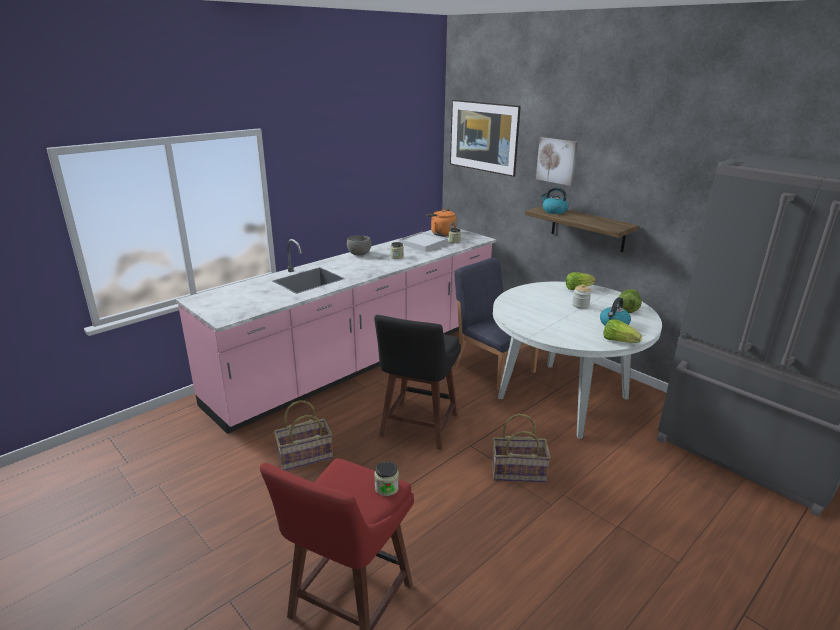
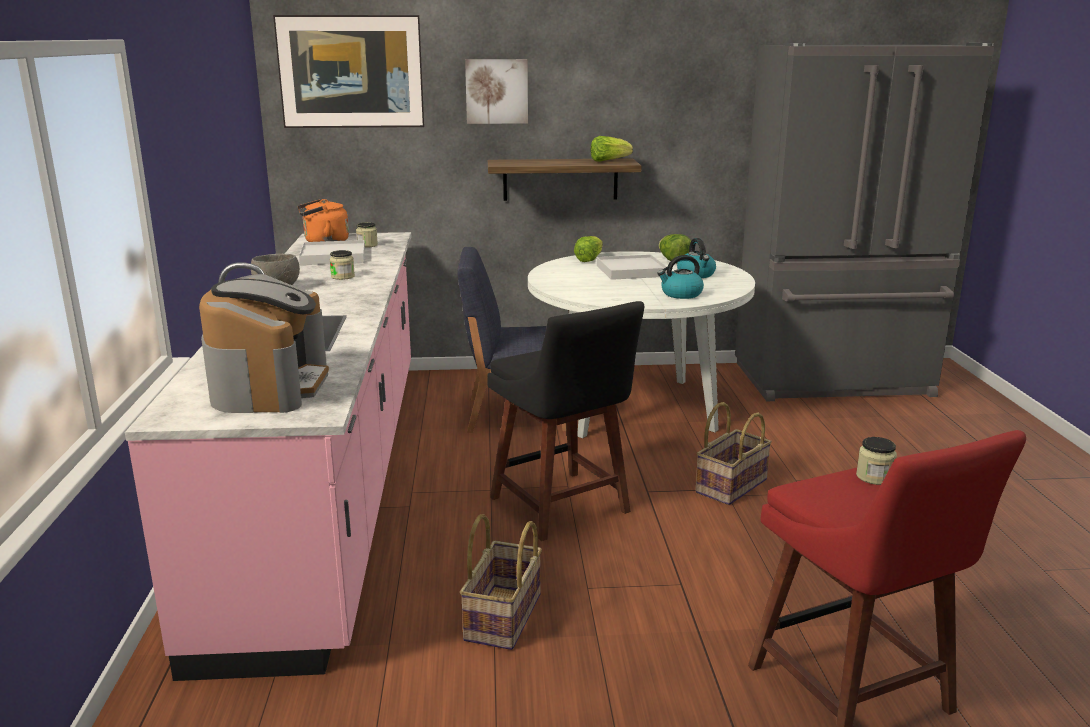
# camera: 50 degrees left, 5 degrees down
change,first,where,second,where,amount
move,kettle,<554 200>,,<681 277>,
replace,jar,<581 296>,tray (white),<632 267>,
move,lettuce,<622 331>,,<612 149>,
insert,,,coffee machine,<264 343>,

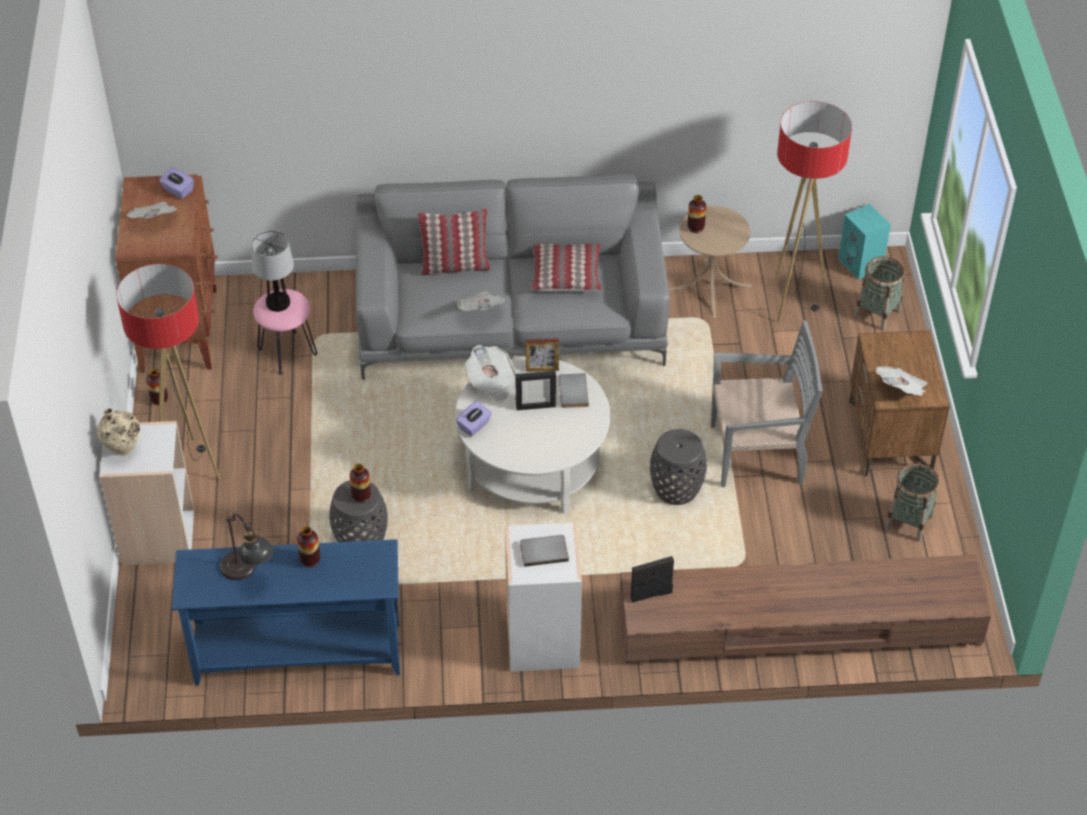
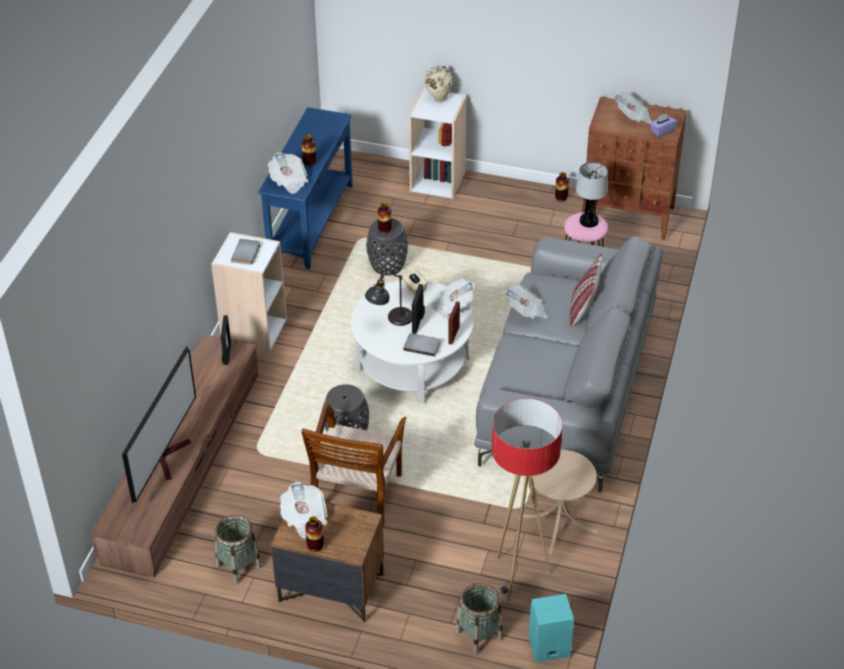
# camera: 110 degrees right, 5 degrees down
change,first,where,second,where,amount
move,vase,<696 214>,,<314 534>,
delete,pillow,<566 268>,,,
delete,floor lamp,<168 372>,,,
recolor,armchair (grey),<767 404>,armchair (brown),<354 464>,
recolor,tissue box (purple),<474 418>,tissue box (beige),<415 282>,
move,table lamp (grey),<247 546>,,<388 297>,
insert,,,newspaper,<288 173>,
insert,,,television,<159 424>,

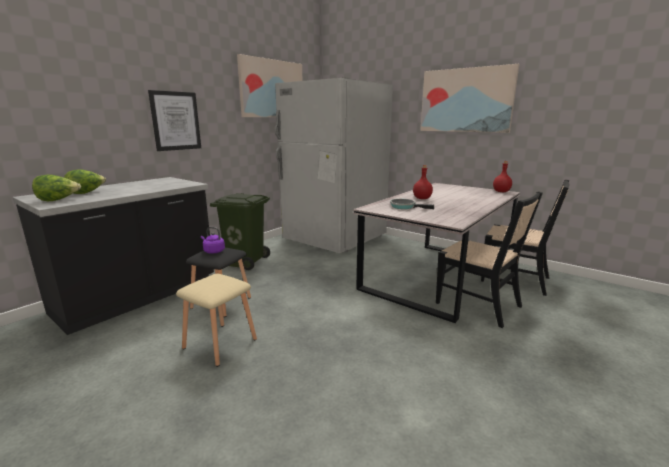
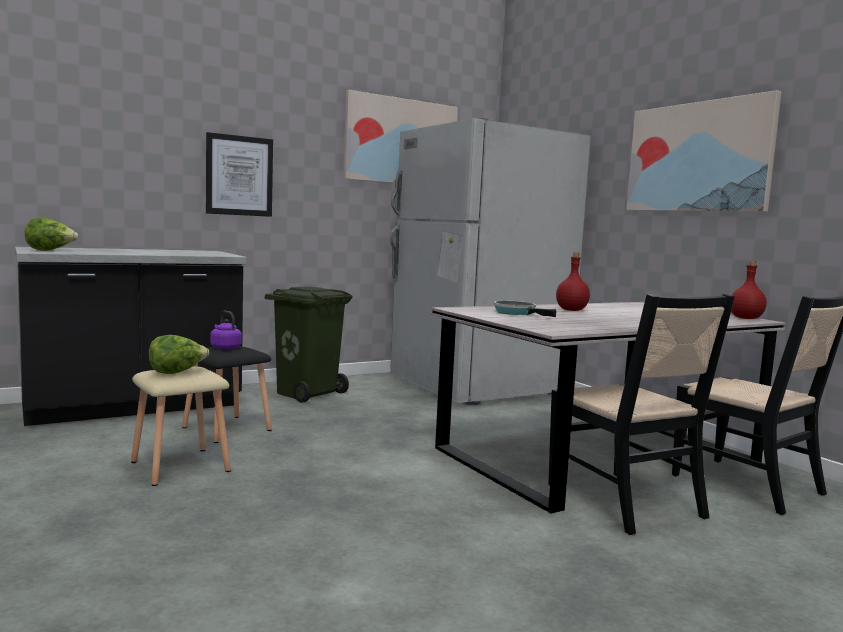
# camera: 20 degrees right, 10 degrees down
change,first,where,second,where,amount
move,lettuce,<85 181>,,<179 354>,

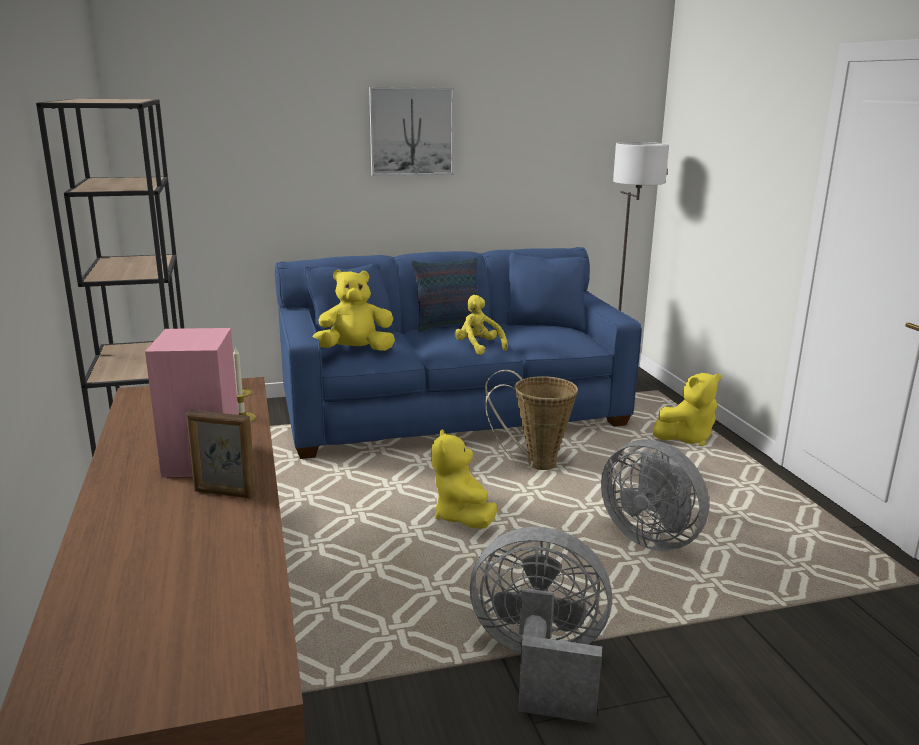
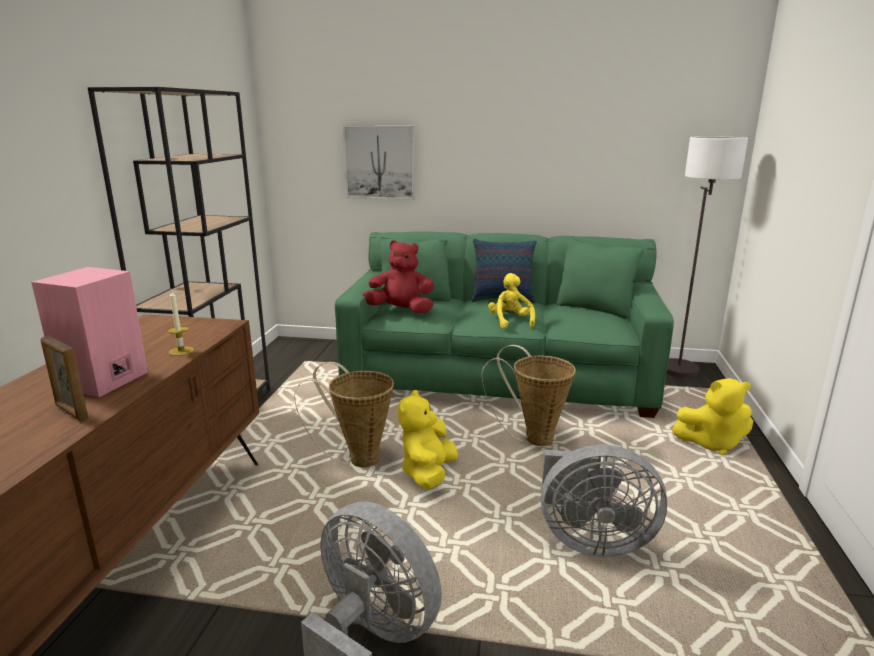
# camera: 25 degrees right, 0 degrees up
change,first,where,second,where,amount
move,picture,<411 131>,,<379 163>,
recolor,sofa (blue),<458 353>,sofa (green),<504 324>,
recolor,plush toy (yellow),<353 310>,plush toy (red),<398 277>,
rotate,fan (grey),<655 495>,,<604 501>,60 degrees counterclockwise
insert,,,basket,<344 414>,

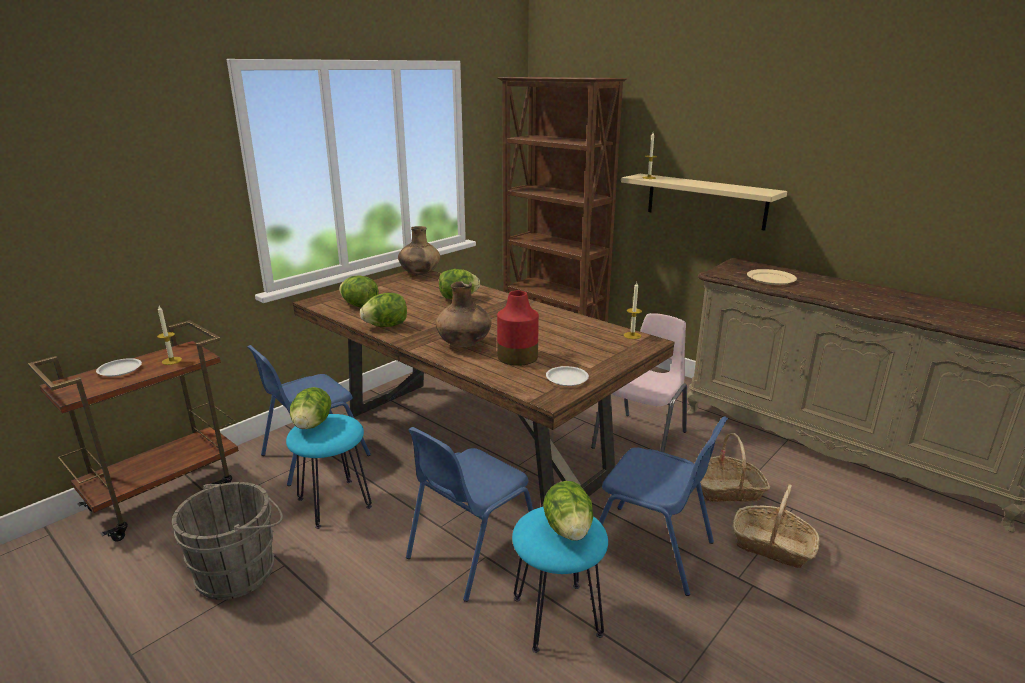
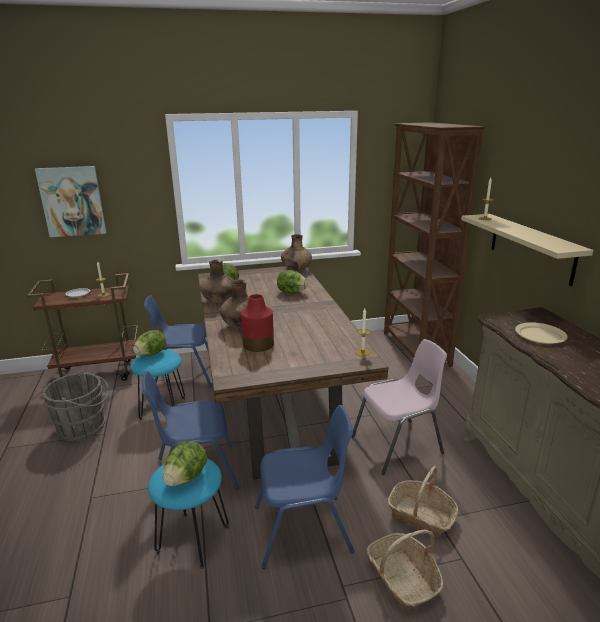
# camera: 35 degrees right, 0 degrees up
change,first,where,second,where,amount
replace,lettuce,<383 310>,vase (brown),<217 281>,
delete,plate (white),<567 376>,,,
rotate,chair (blue),<663 506>,,<304 487>,75 degrees counterclockwise
insert,,,picture,<71 201>,

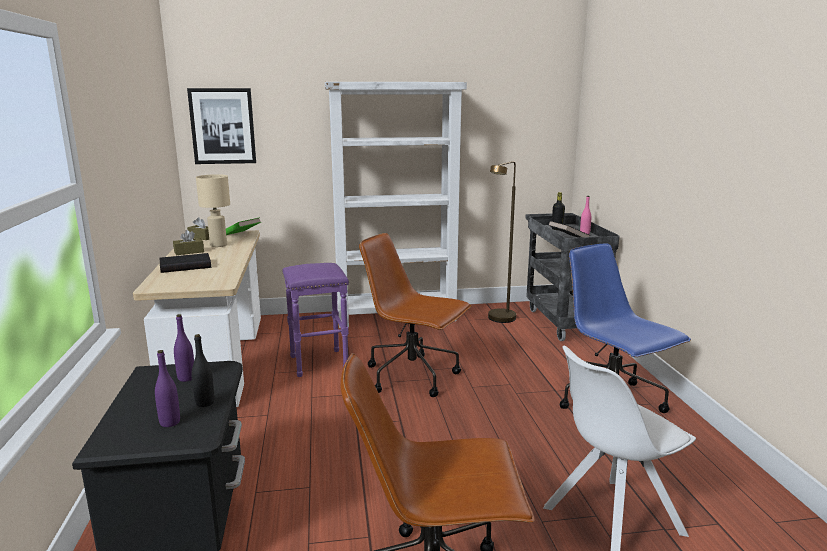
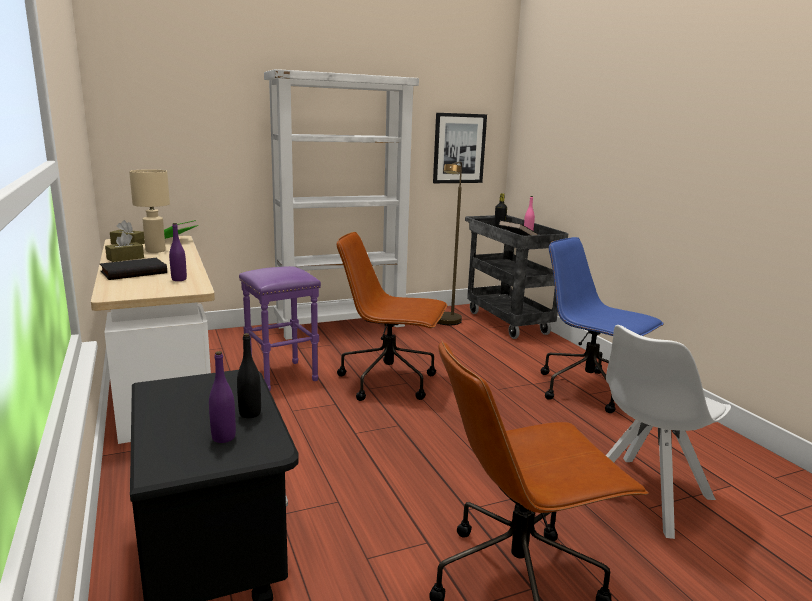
# camera: 15 degrees left, 0 degrees up
change,first,where,second,where,amount
move,picture,<221 126>,,<460 148>,
move,bottle (purple),<184 348>,,<178 252>,

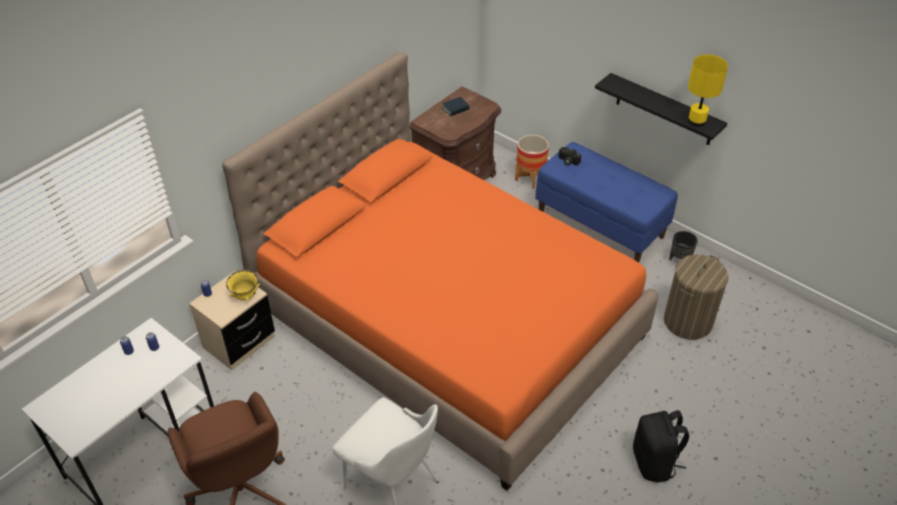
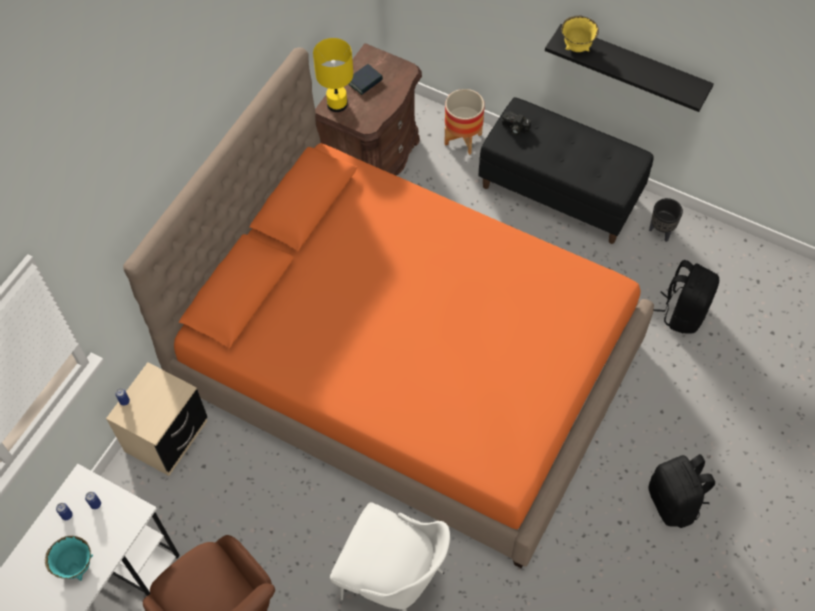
# camera: 10 degrees left, 15 degrees up
change,first,where,second,where,amount
move,table lamp (yellow),<708 90>,,<333 75>,
recolor,bench (blue),<606 202>,bench (black),<566 170>,
replace,laundry basket,<696 297>,backpack (black),<686 297>,
move,bowl (yellow),<243 285>,,<580 33>,
insert,,,bowl (turquoise),<69 558>,

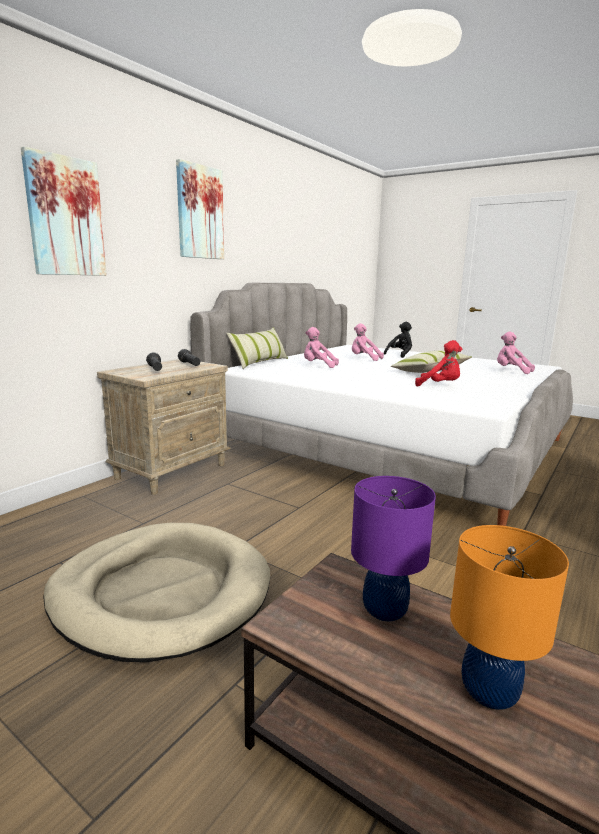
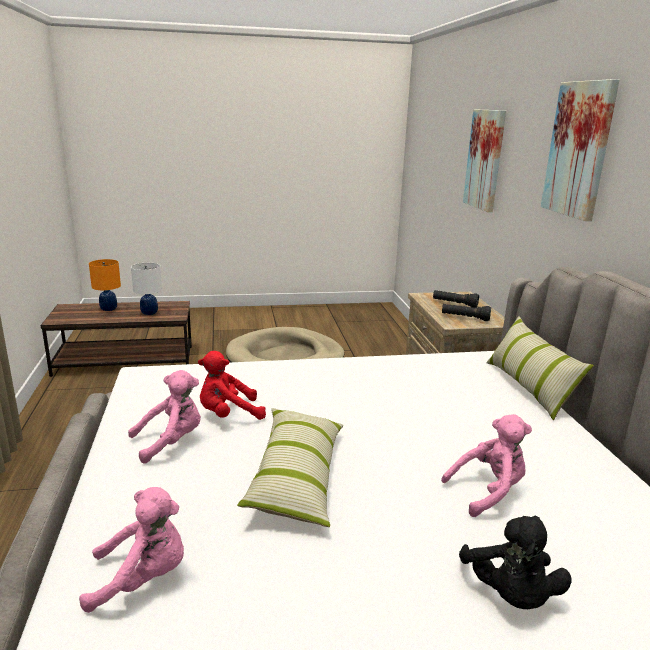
# camera: 135 degrees right, 5 degrees up
change,first,where,second,where,amount
move,plush toy (pink),<321 347>,,<164 417>,
recolor,table lamp (purple),<393 548>,table lamp (white),<146 289>,

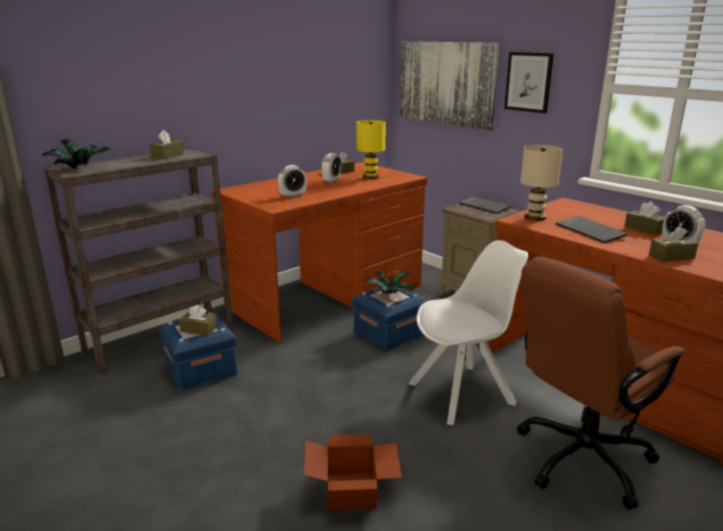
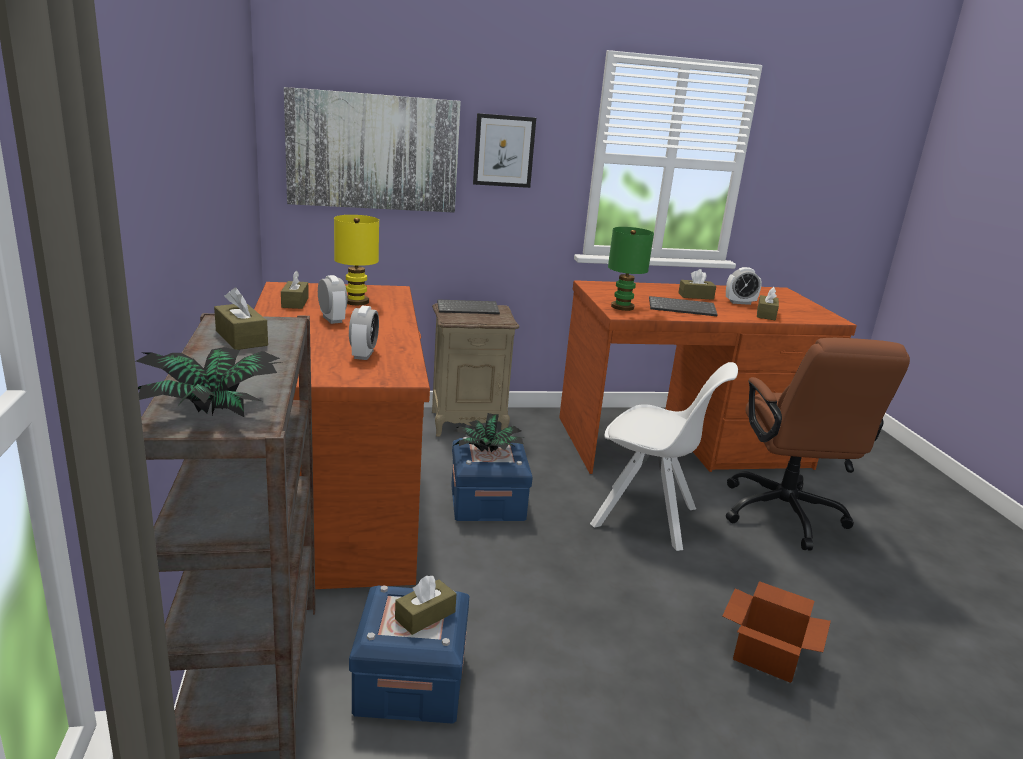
# camera: 60 degrees left, 0 degrees up
change,first,where,second,where,amount
recolor,table lamp (beige),<541 183>,table lamp (green),<631 269>,
rotate,chair (white),<468 332>,,<664 456>,105 degrees clockwise

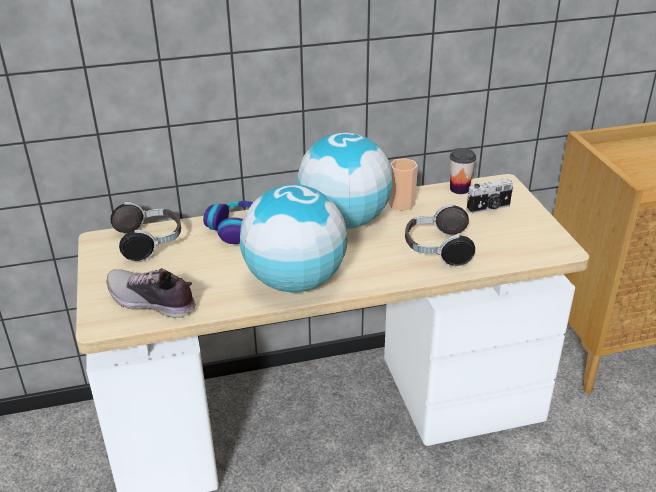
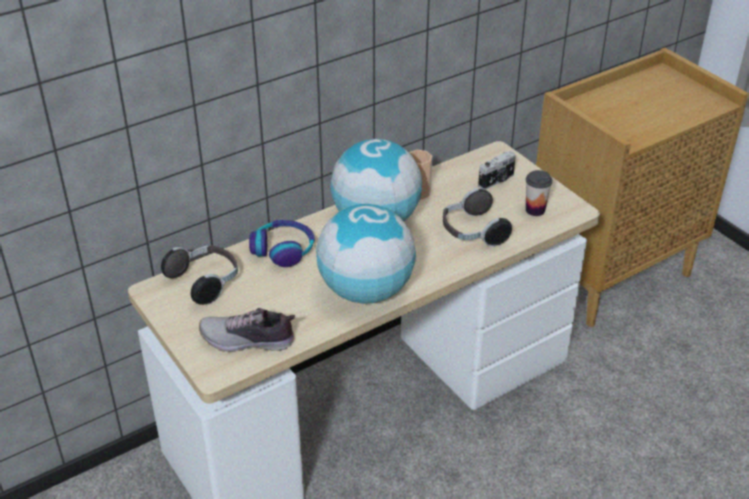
# camera: 20 degrees left, 5 degrees up
change,first,where,second,where,amount
move,cup,<463 171>,,<539 193>,

